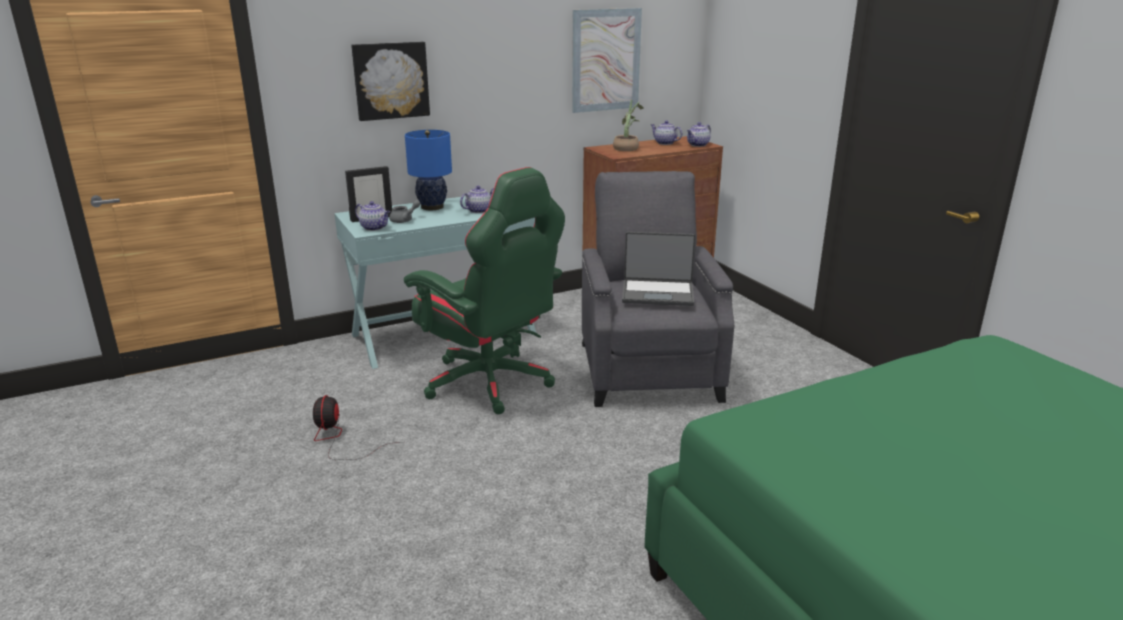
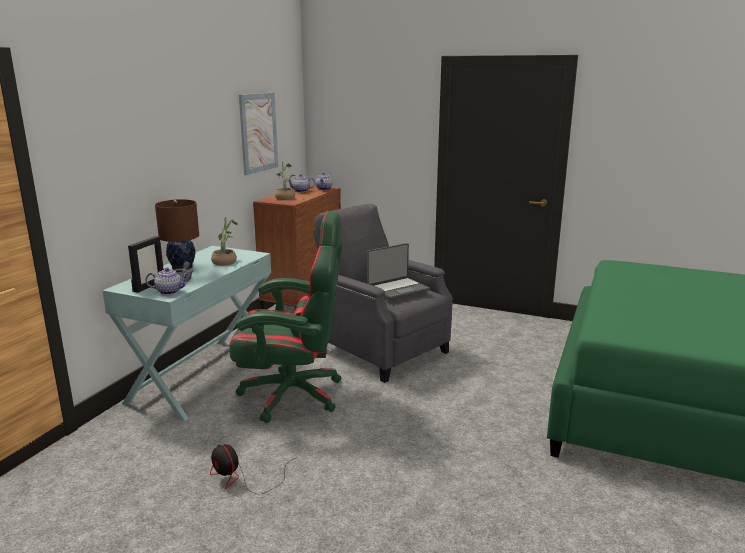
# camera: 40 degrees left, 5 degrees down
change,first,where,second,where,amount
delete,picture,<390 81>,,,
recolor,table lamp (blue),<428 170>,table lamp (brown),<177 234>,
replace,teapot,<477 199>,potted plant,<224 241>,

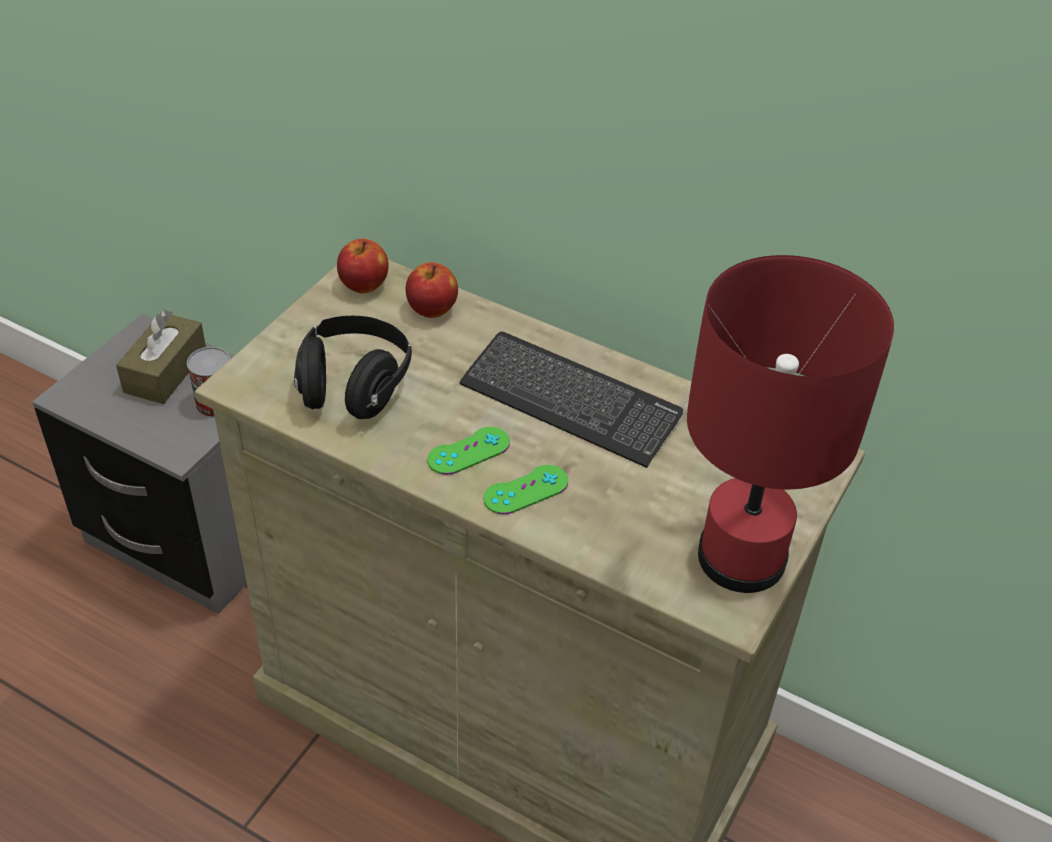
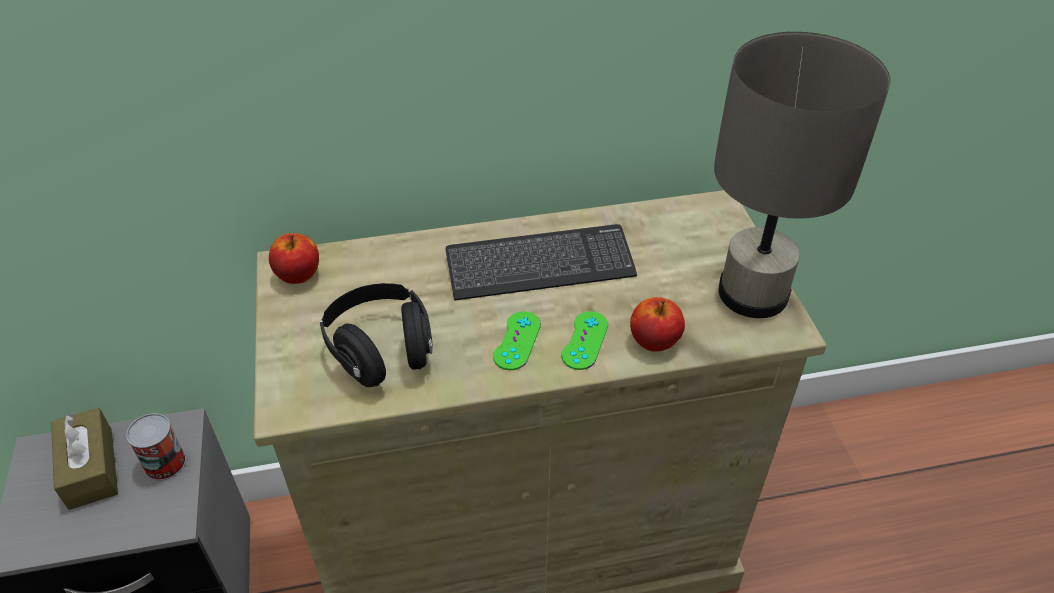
# camera: 40 degrees left, 0 degrees up
change,first,where,second,where,amount
recolor,table lamp (red),<790 424>,table lamp (grey),<802 175>,
move,apple,<432 290>,,<657 324>,

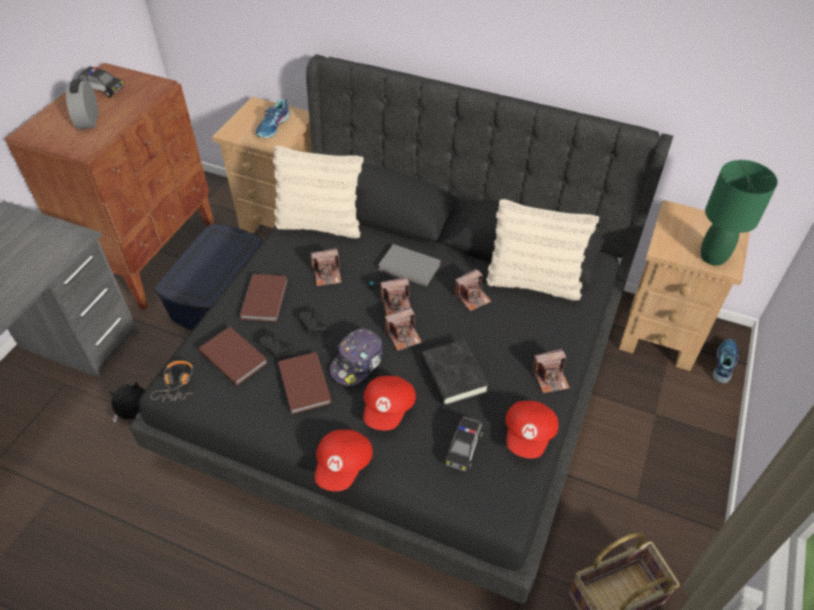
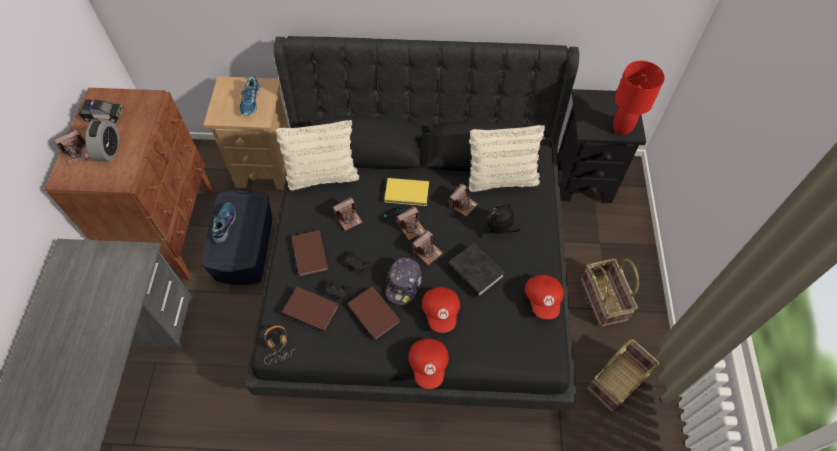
# camera: 20 degrees left, 10 degrees up
change,first,where,second,where,amount
rotate,alarm clock,<82 104>,,<103 140>,150 degrees counterclockwise
recolor,table lamp (green),<739 213>,table lamp (red),<639 98>,
recolor,nightstand (beige),<684 285>,nightstand (black),<601 146>,
recolor,book (grey),<409 265>,book (yellow),<406 192>,
move,shoe,<726 361>,,<222 223>,
move,photo camera,<551 371>,,<72 147>,
move,plush toy,<127 401>,,<503 219>,
delete,toy car,<463 444>,,,
insert,,,basket,<610 292>,

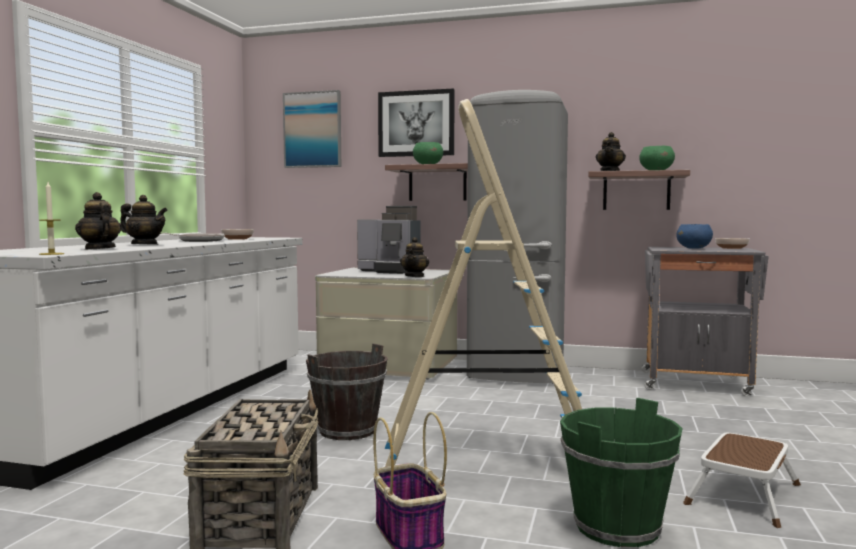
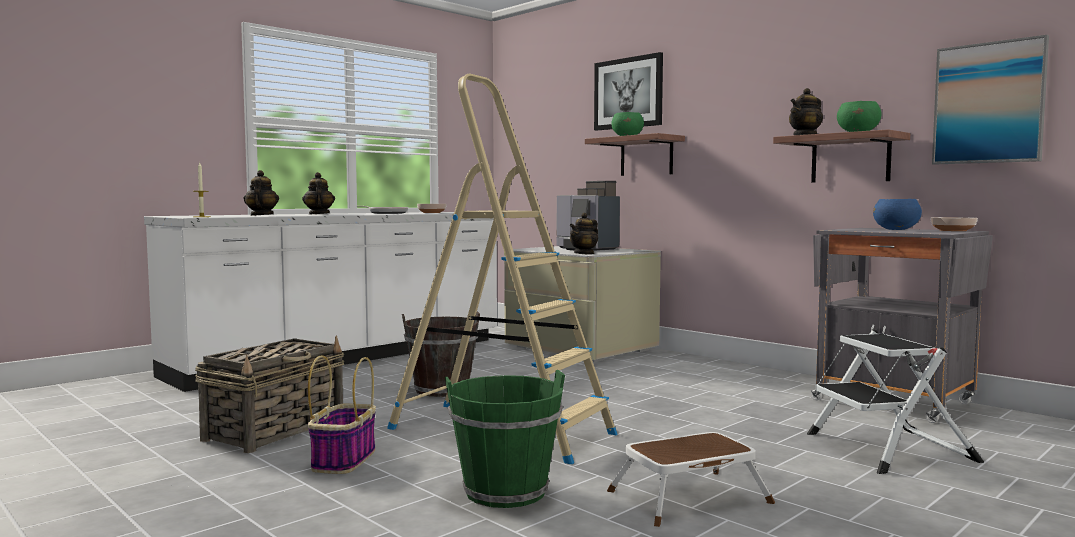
# camera: 30 degrees right, 0 degrees up
change,first,where,second,where,amount
move,picture,<312 129>,,<990 100>,
delete,fridge (grey),<517 237>,,,
rotate,teapot,<144 220>,,<318 193>,150 degrees counterclockwise
insert,,,step ladder,<895 401>,

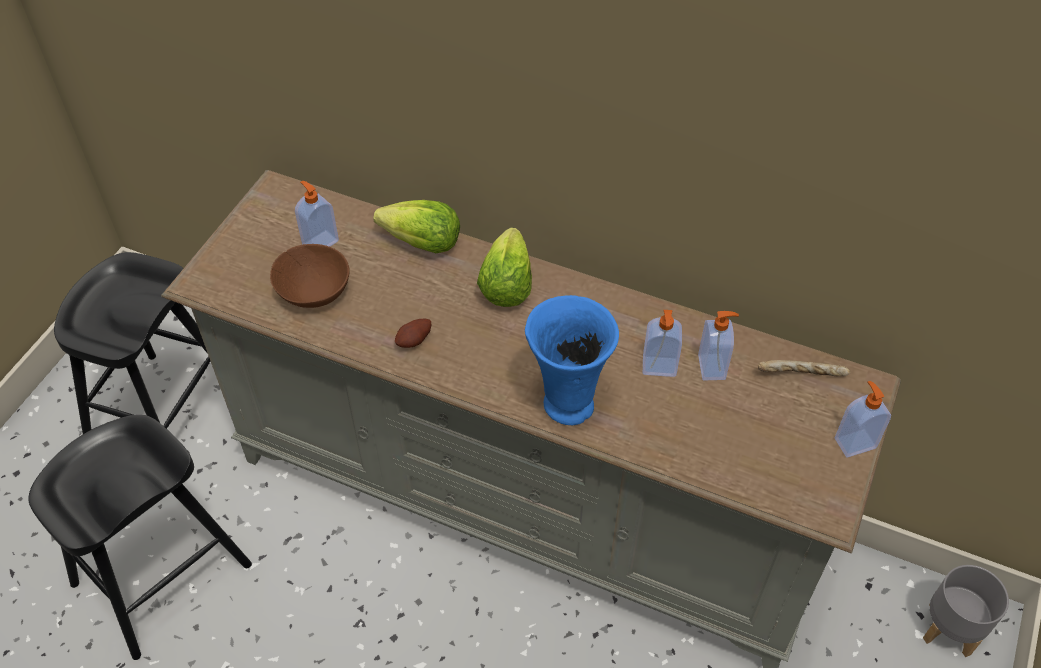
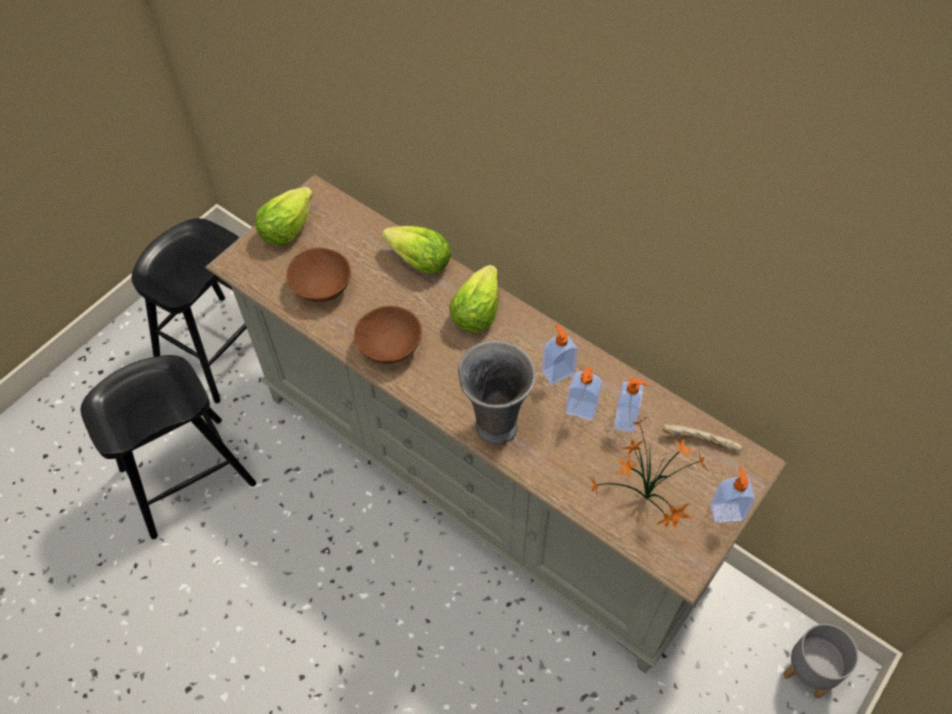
# camera: 15 degrees right, 5 degrees up
change,first,where,second,where,amount
move,soap dispenser,<317 214>,,<560 355>,
recolor,vase (blue),<572 360>,vase (grey),<497 392>,
replace,potato,<413 333>,bowl (brown),<388 335>,
insert,,,lettuce,<284 216>,
insert,,,potted plant,<647 473>,

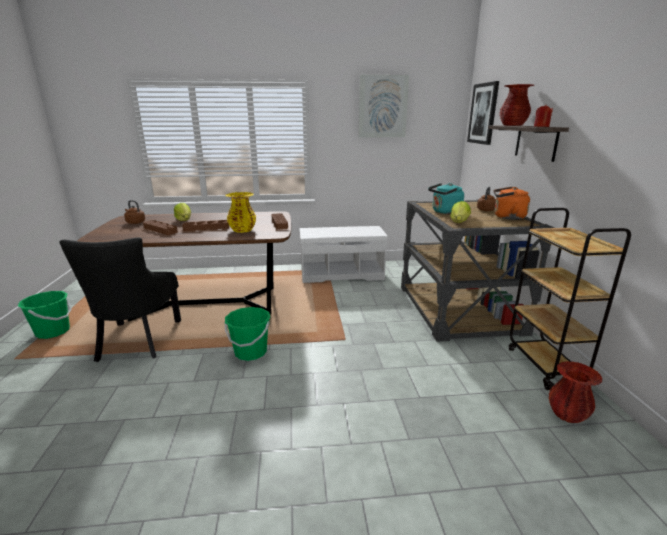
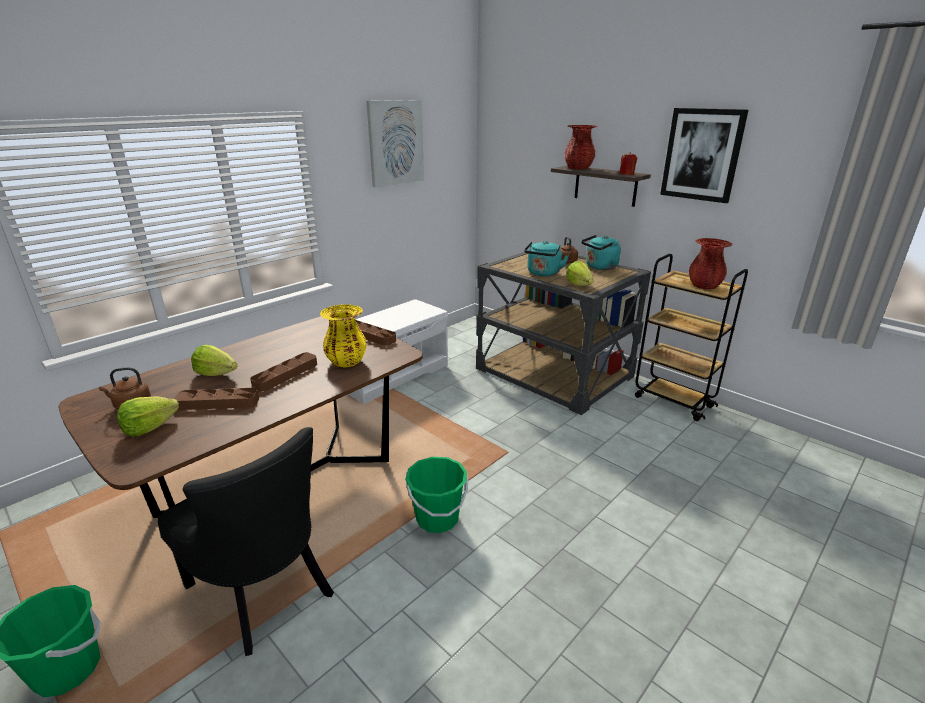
# camera: 40 degrees left, 5 degrees up
change,first,where,second,where,amount
move,picture,<483 113>,,<704 155>,
recolor,kettle (orange),<512 203>,kettle (turquoise),<601 252>,
move,vase (red),<576 392>,,<711 263>,
insert,,,lettuce,<148 416>,

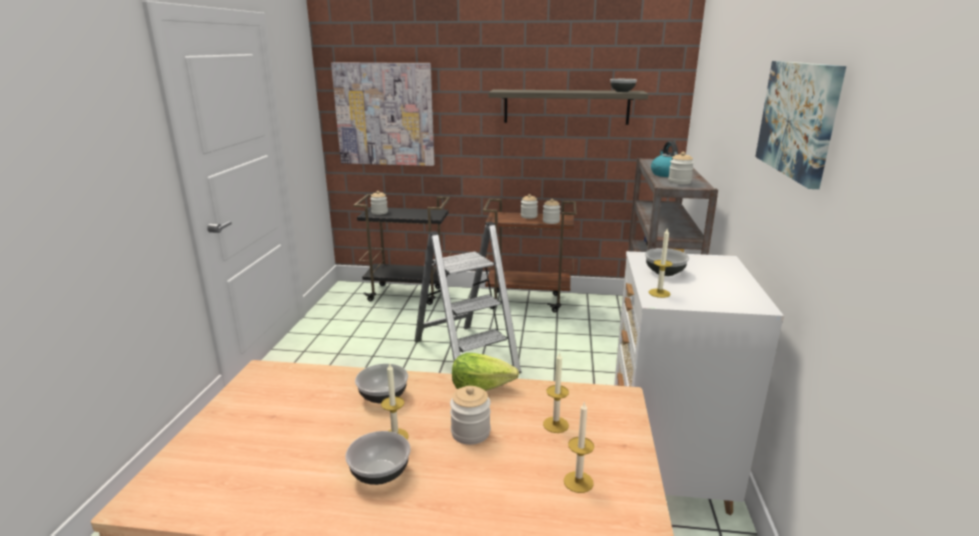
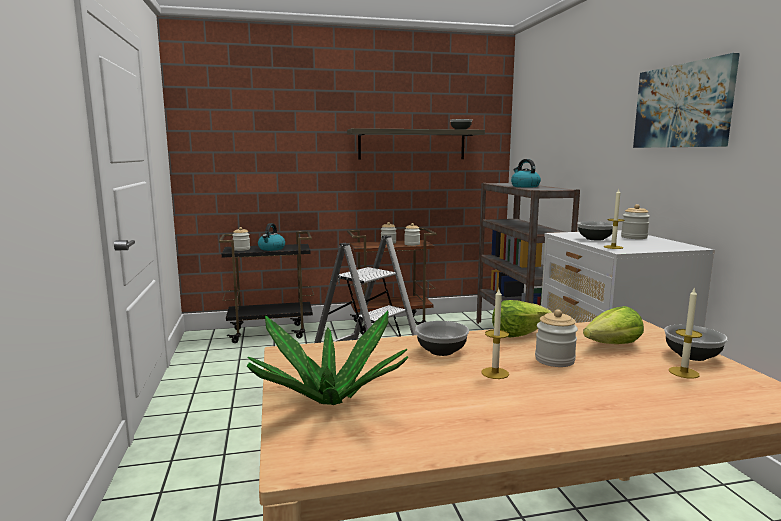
# camera: 20 degrees left, 10 degrees down
change,first,where,second,where,amount
delete,picture,<383 114>,,,
move,jar,<681 168>,,<635 221>,
replace,candle,<556 392>,lettuce,<613 325>,
move,bowl,<378 458>,,<696 343>,
insert,,,kettle,<271 237>,
insert,,,potted plant,<327 358>,

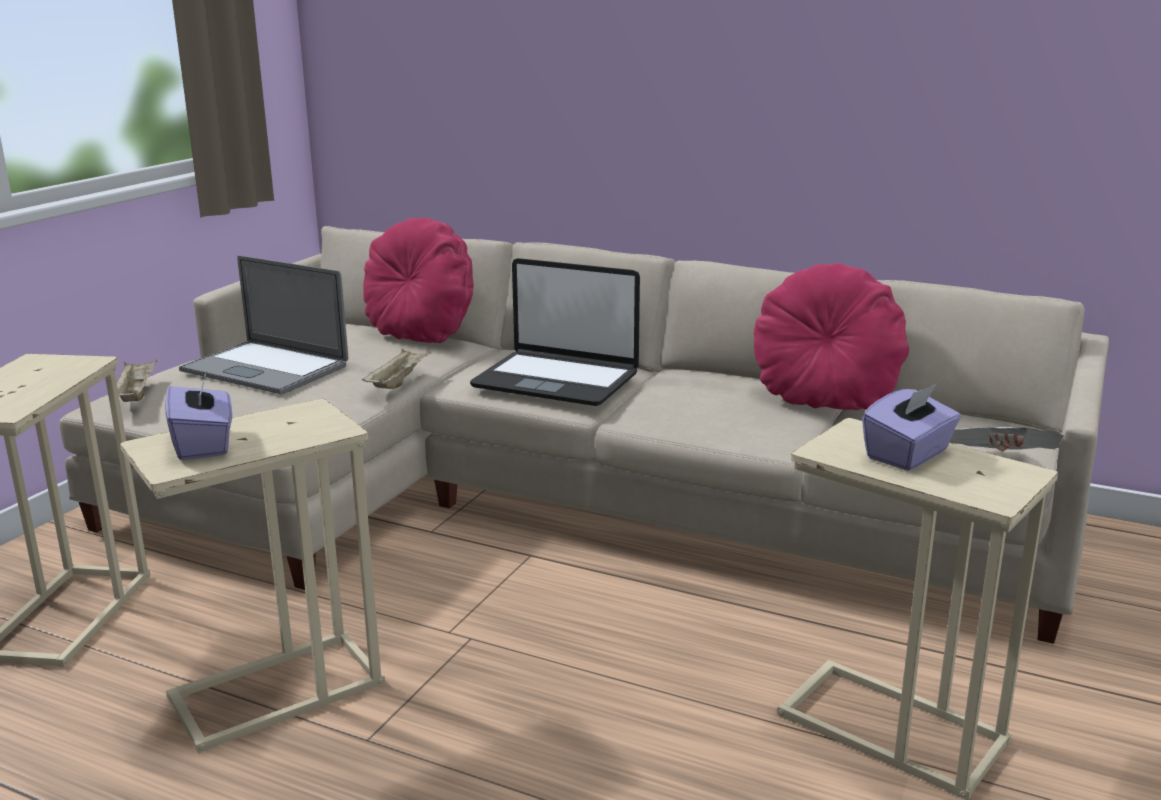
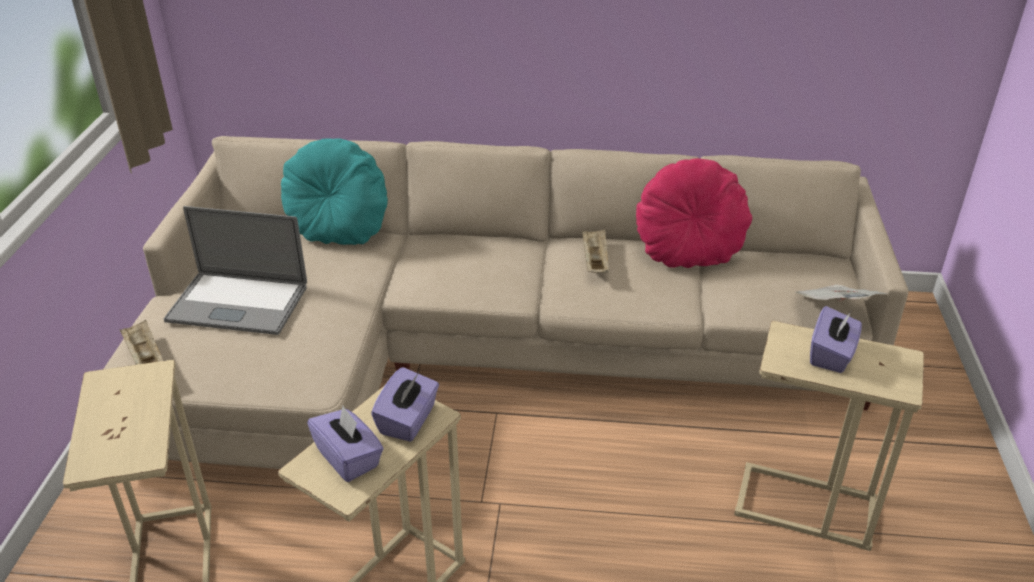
# camera: 20 degrees left, 15 degrees up
change,first,where,second,where,amount
recolor,pillow (pink),<418 280>,pillow (turquoise),<334 191>,
delete,laptop,<555 332>,,,
move,tray (beige),<396 369>,,<595 251>,
insert,,,tissue box (purple),<405 404>,

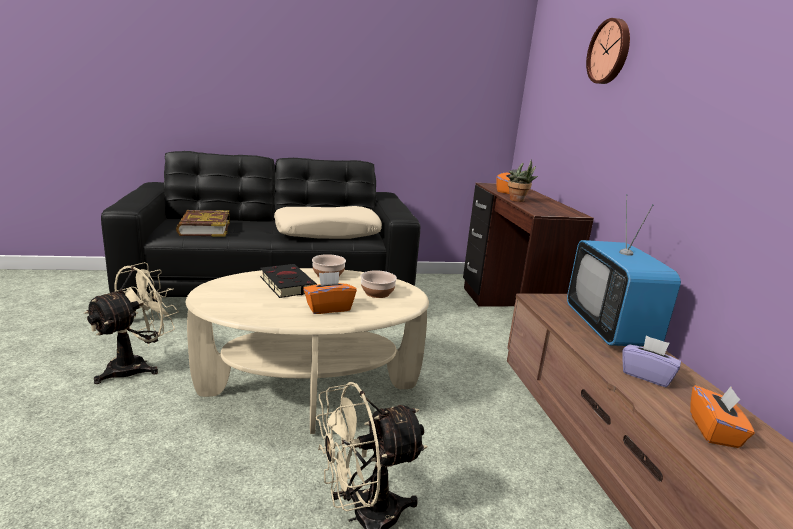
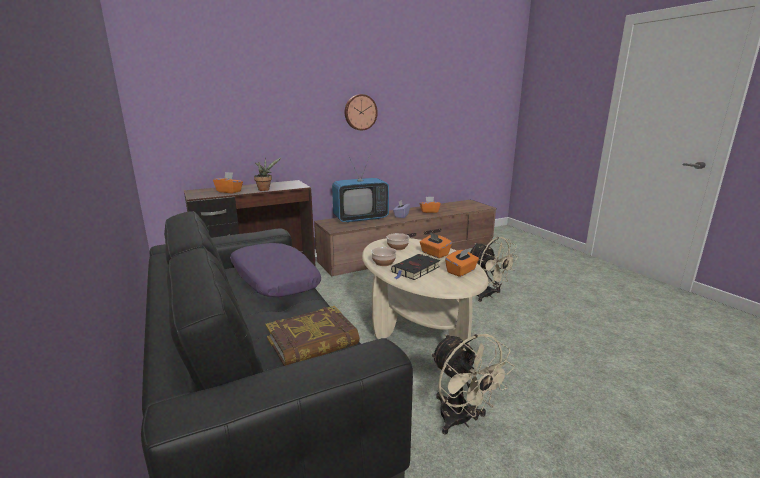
# camera: 105 degrees left, 0 degrees up
change,first,where,second,where,amount
move,wall clock,<608 51>,,<361 112>,
recolor,pillow (beige),<328 222>,pillow (purple),<275 270>,
rotate,fan (beige),<131 323>,,<473 384>,135 degrees counterclockwise
insert,,,tissue box (orange),<462 262>,

